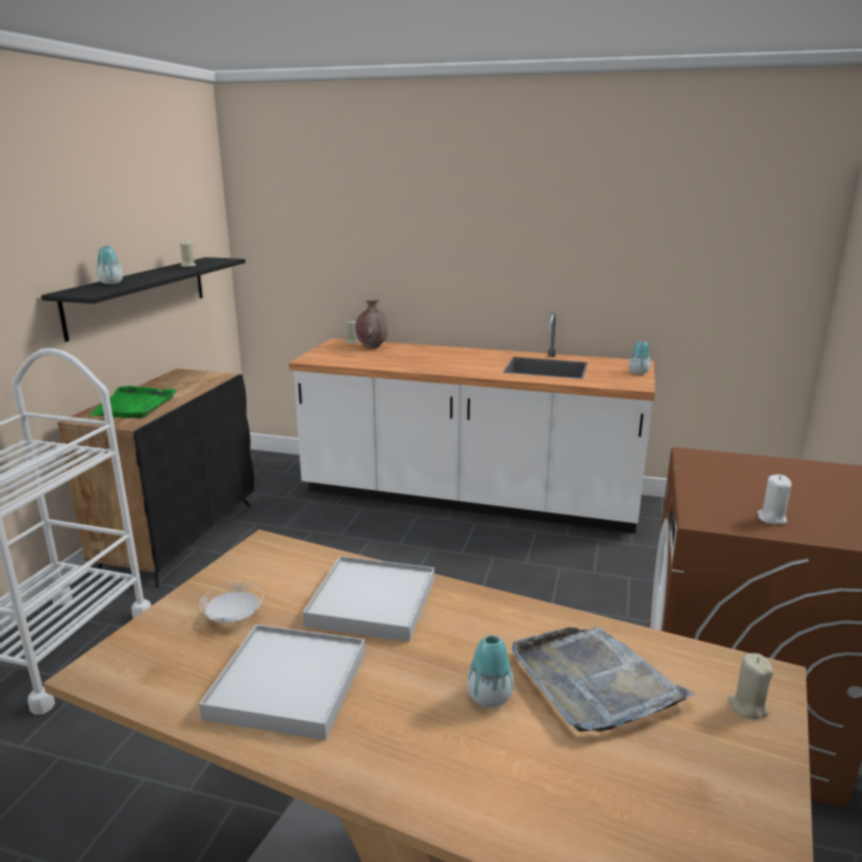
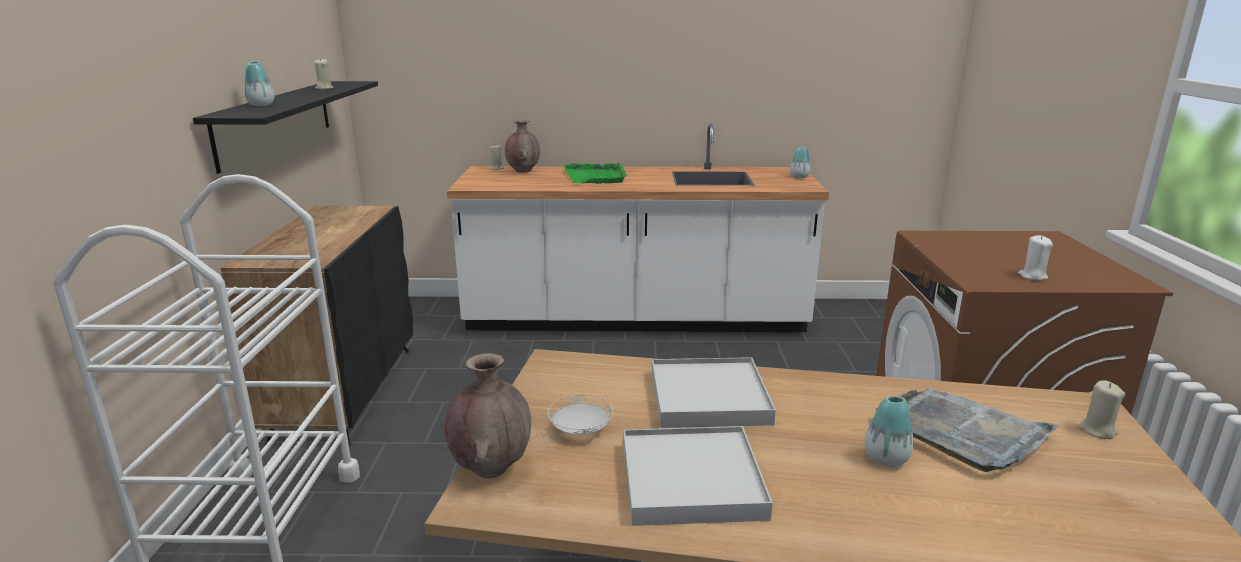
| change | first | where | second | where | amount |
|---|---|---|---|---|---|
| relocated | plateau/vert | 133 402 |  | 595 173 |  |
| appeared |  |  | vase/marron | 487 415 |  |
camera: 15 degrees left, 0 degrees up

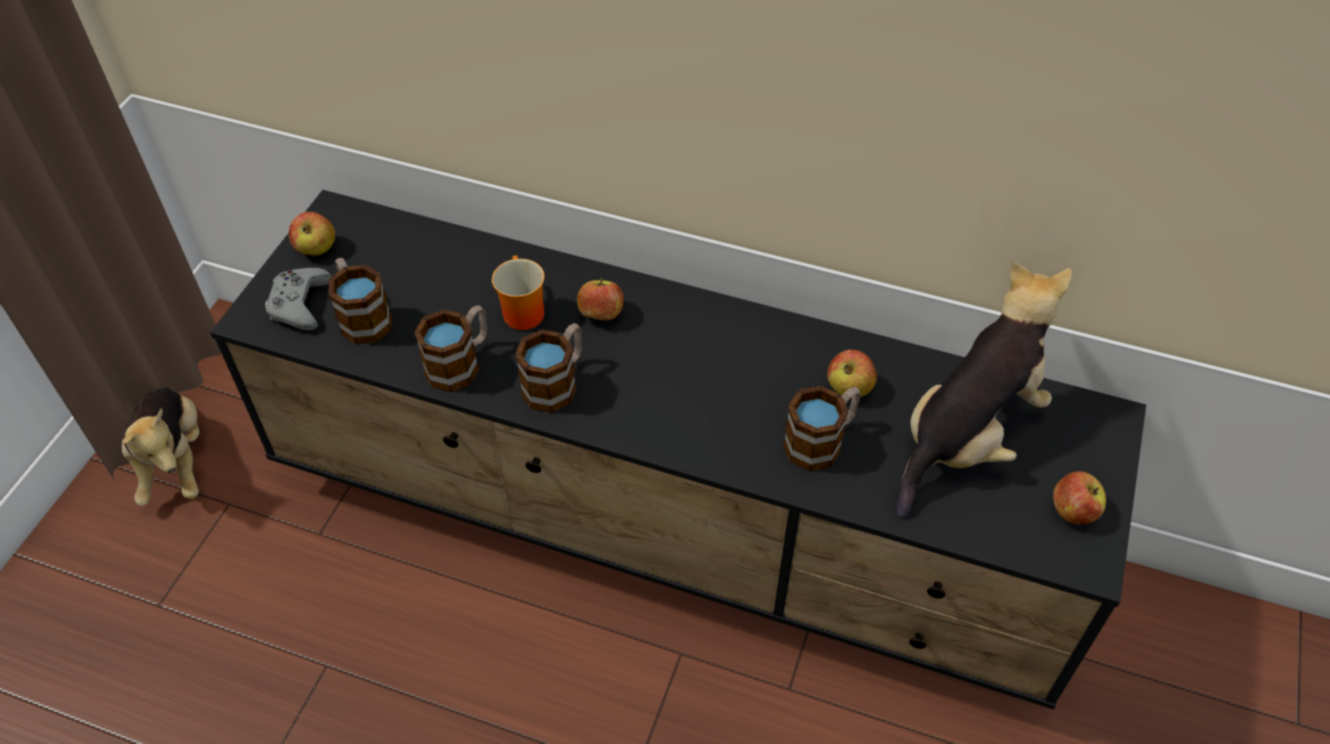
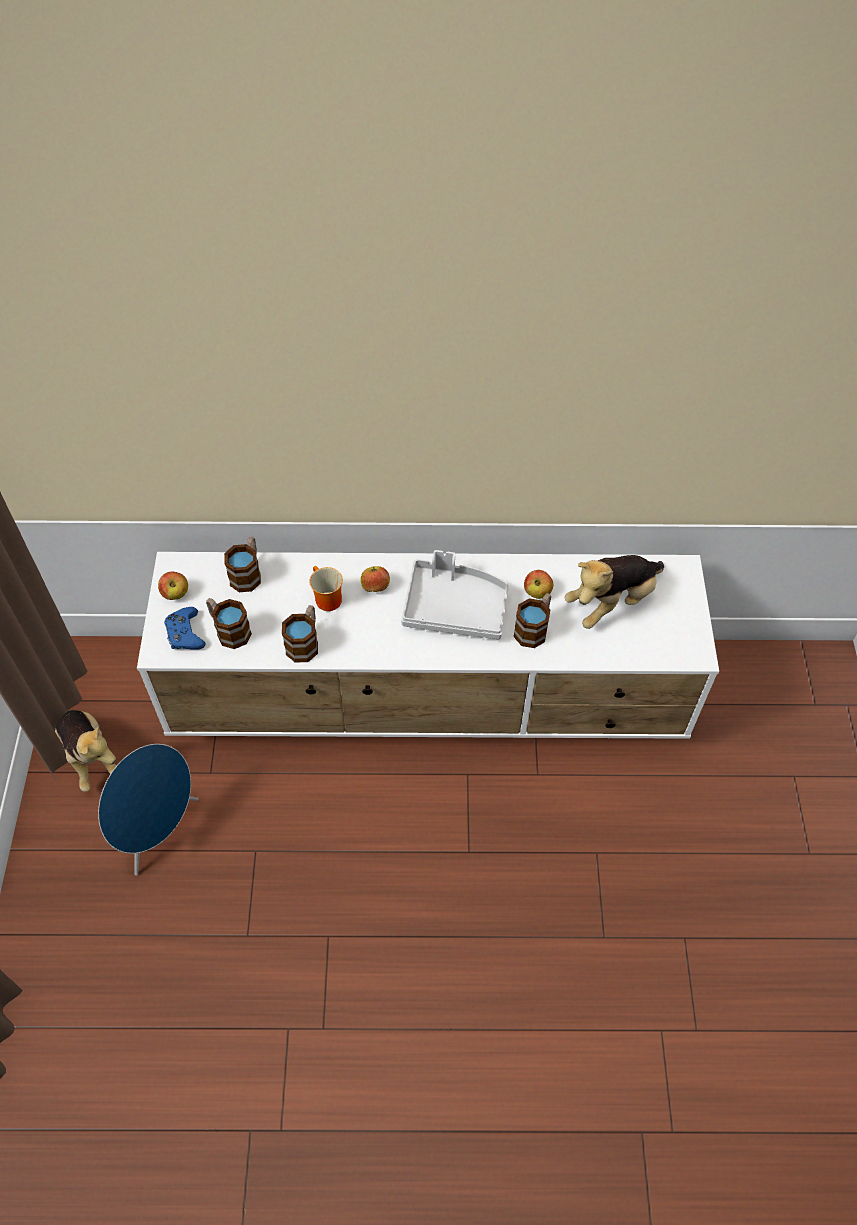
| change | first | where | second | where | amount |
|---|---|---|---|---|---|
| colour | meuble télé/noir | 678 450 | meuble télé/blanc | 428 645 |  |
| spun | peluche | 984 389 |  | 614 592 | 150 degrees counterclockwise |
| colour | manette/gris | 298 299 | manette/bleu | 185 628 |  |
| relocated | mug | 548 368 |  | 242 564 |  |
| missing | pomme | 1079 497 |  |  |  |
| appeared |  |  | plateau/gris | 455 594 |  |
| appeared |  |  | enceinte/bleu | 148 809 |  |
camera: 20 degrees left, 5 degrees up

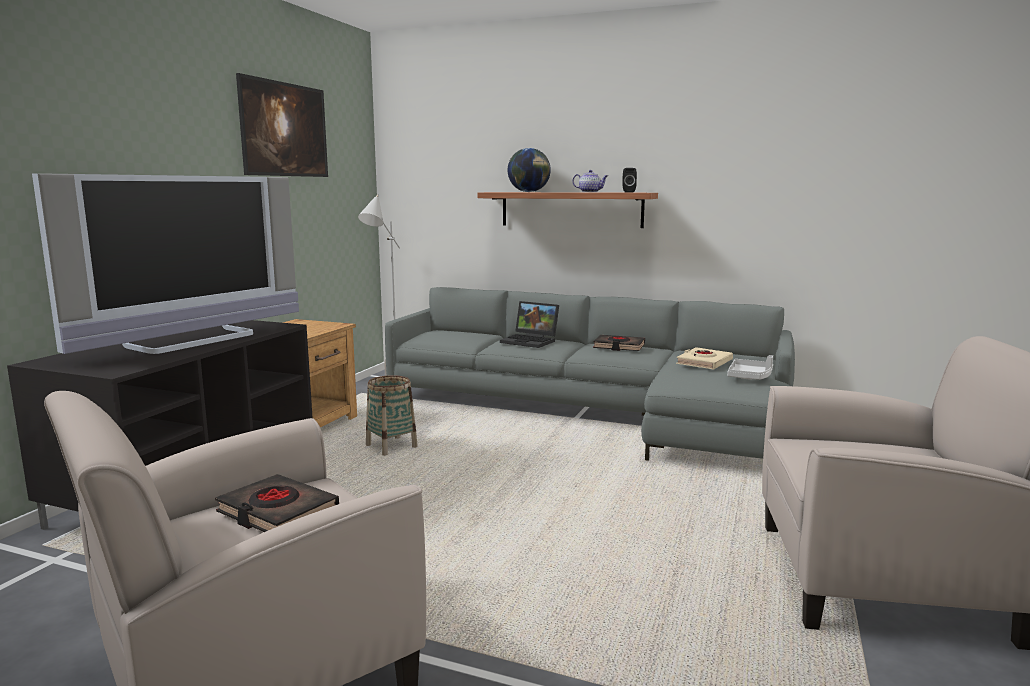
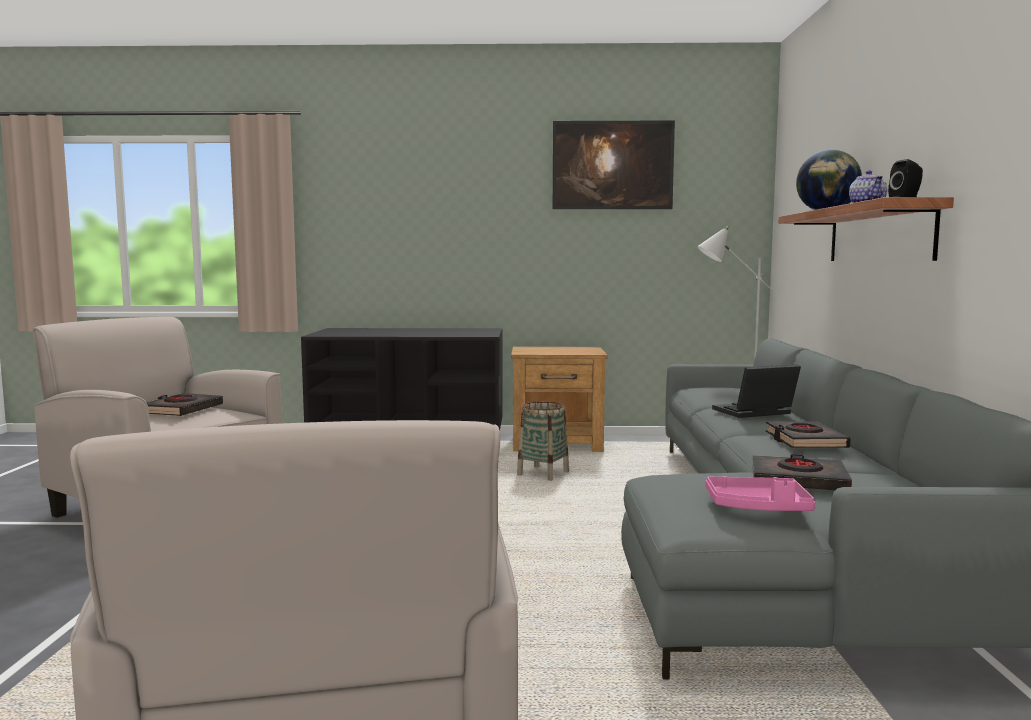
| change | first | where | second | where | amount |
|---|---|---|---|---|---|
| missing | téléviseur | 165 263 |  |  |  |
| spun | ordinateur portable | 529 324 |  | 756 391 | 60 degrees clockwise |
| colour | livre/beige | 704 358 | livre/noir | 802 472 |  |
| colour | plateau/gris | 750 367 | plateau/rose | 760 493 |  |
camera: 70 degrees right, 5 degrees down

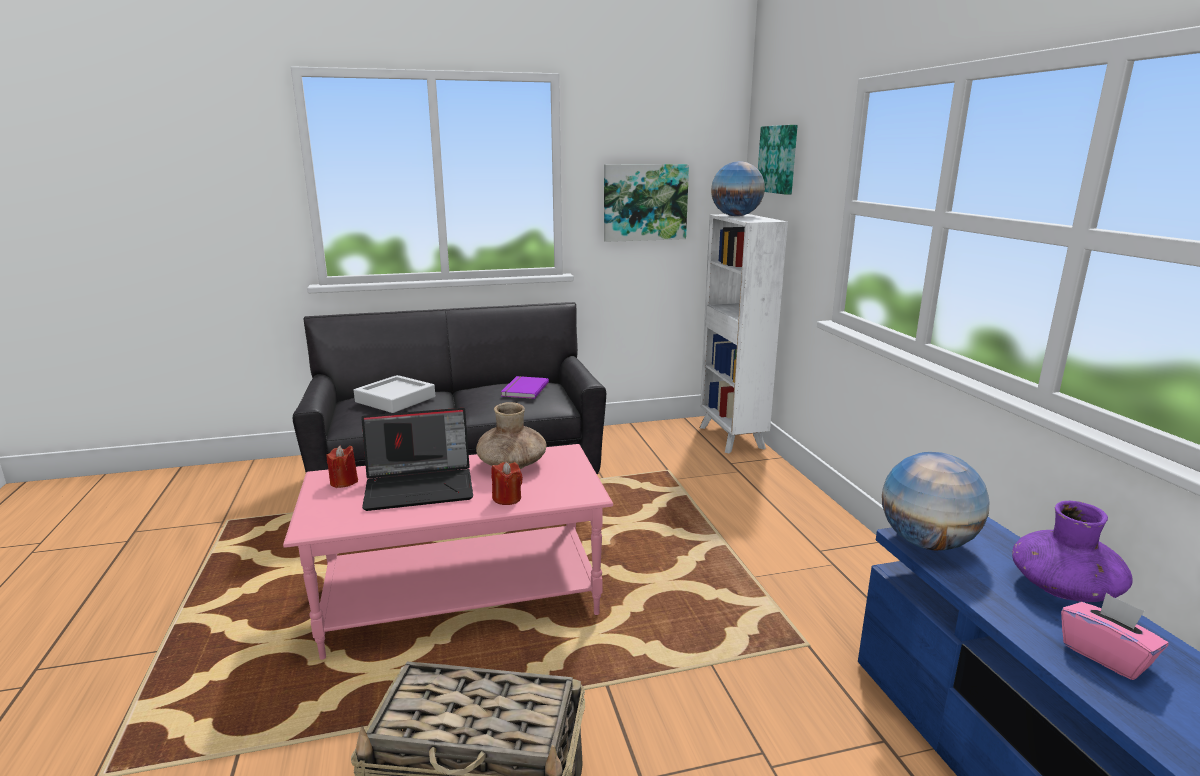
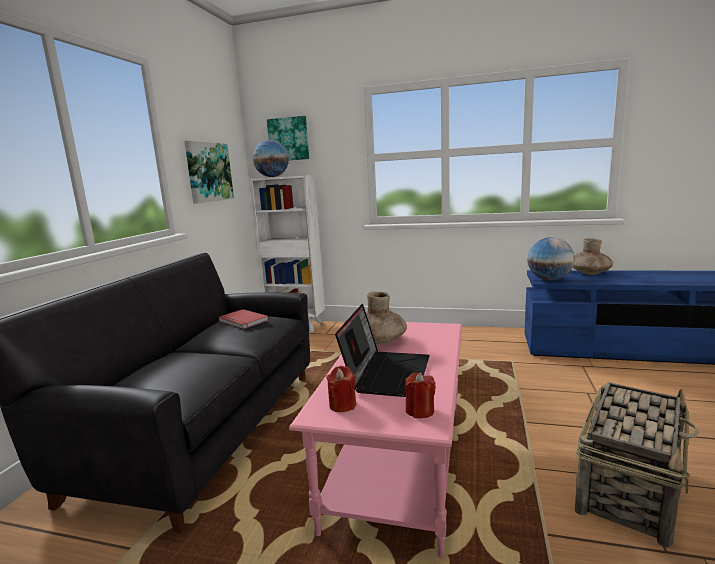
| change | first | where | second | where | amount |
|---|---|---|---|---|---|
| missing | plateau/gris | 394 394 |  |  |  |
| colour | livre/violet | 525 387 | livre/rouge | 243 319 |  |
| relocated | bougie/rouge | 507 483 |  | 420 395 |  |
| colour | vase/violet | 1072 551 | vase/marron | 593 256 |  |
| missing | boîte à mouchoirs/rose | 1115 636 |  |  |  |
camera: 60 degrees left, 5 degrees down

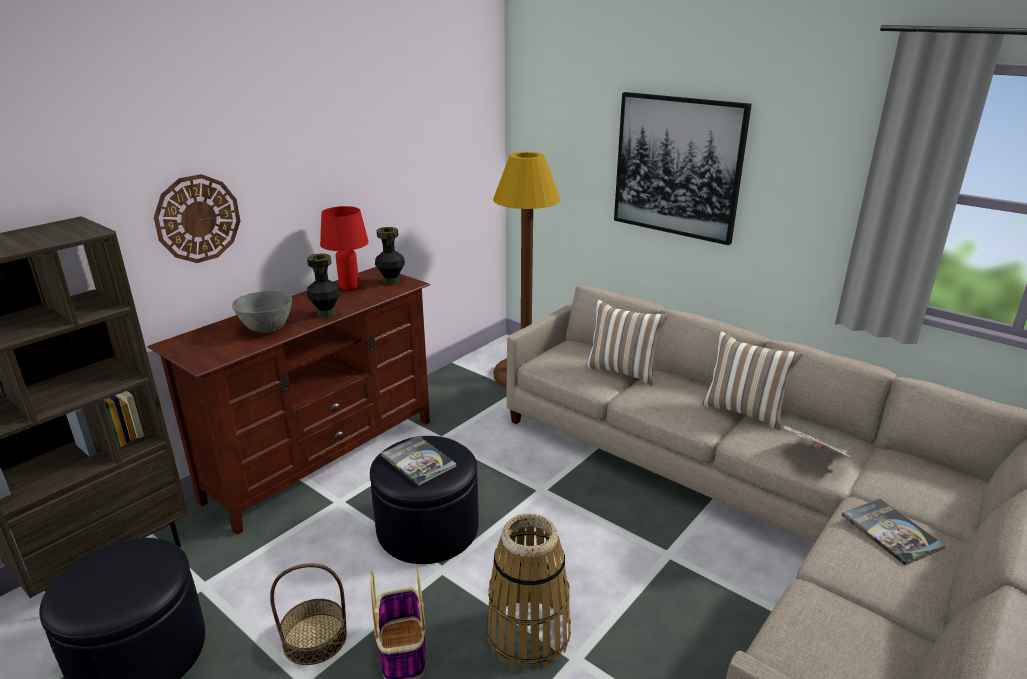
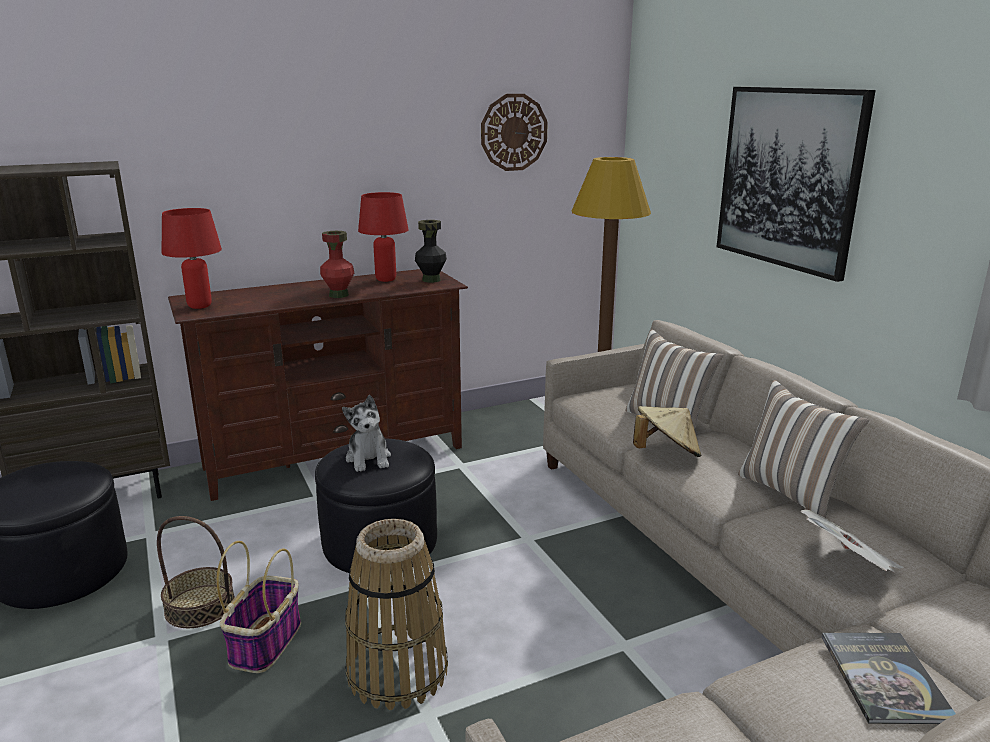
| change | first | where | second | where | amount |
|---|---|---|---|---|---|
| relocated | horloge murale | 197 218 |  | 514 132 |  |
| colour | vase/noir | 323 285 | vase/rouge | 337 264 |  |
| missing | bol/gris | 262 312 |  |  |  |
| exchanged | livre | 419 461 | peluche | 366 433 |  |
| appeared |  |  | lampe de table/rouge | 192 258 |  |
| appeared |  |  | chapeau/beige | 667 431 |  |
camera: 25 degrees right, 5 degrees down

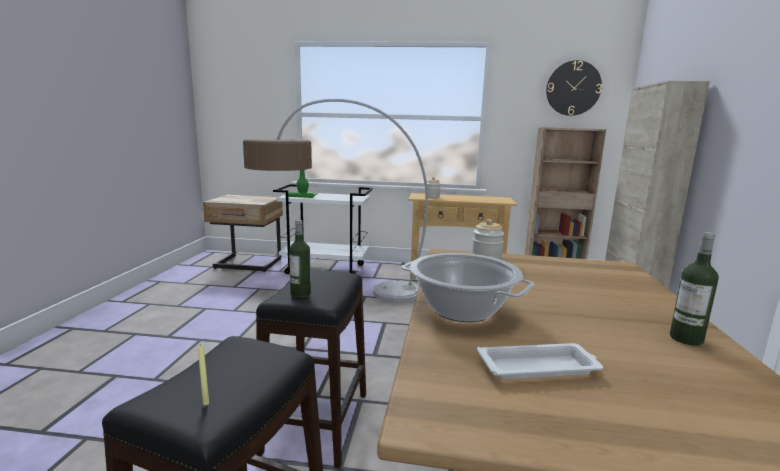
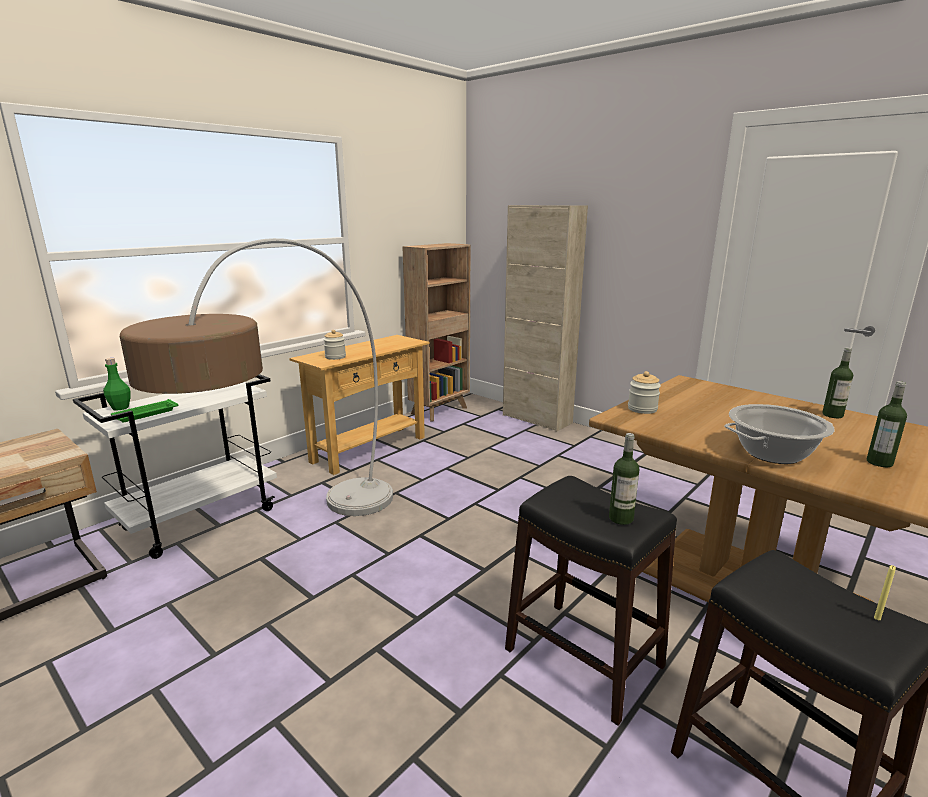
| change | first | where | second | where | amount |
|---|---|---|---|---|---|
| missing | horloge murale | 574 88 |  |  |  |
| exchanged | plateau/blanc | 540 361 | bouteille | 887 424 |  |
camera: 55 degrees left, 5 degrees up

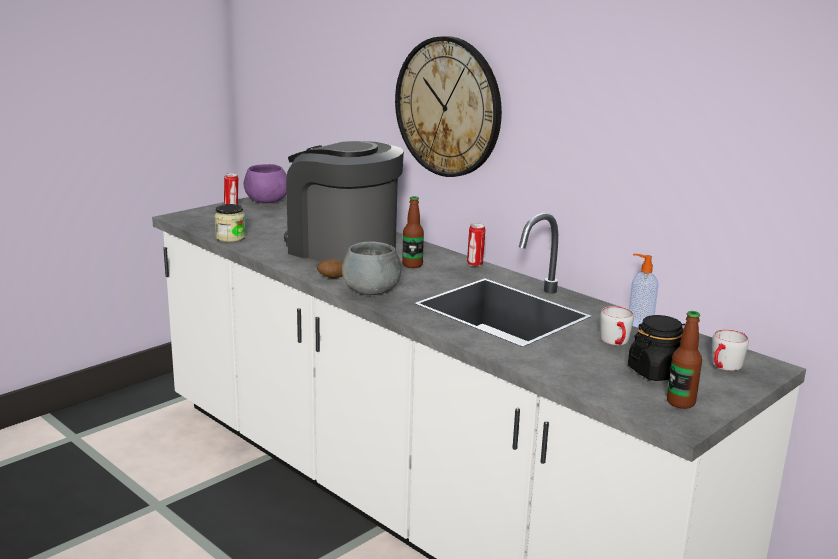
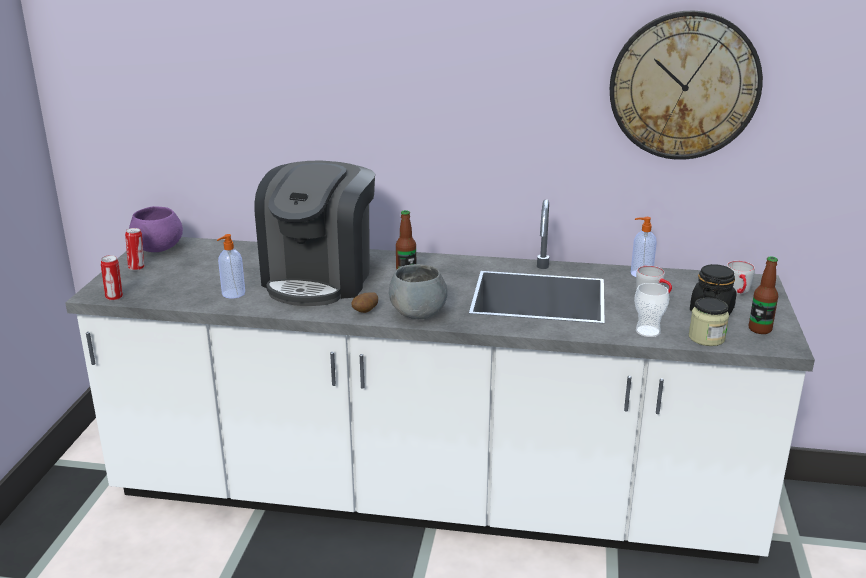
| change | first | where | second | where | amount |
|---|---|---|---|---|---|
| relocated | horloge murale | 448 106 |  | 686 85 |  |
| spun | machine à café | 344 201 |  | 314 233 | 75 degrees counterclockwise |
| relocated | bocal | 230 223 |  | 709 321 |  |
| relocated | boîte métallique | 476 245 |  | 112 278 |  |
| appeared |  |  | distributeur de savon | 231 266 |  |
| appeared |  |  | tasse | 651 310 |  |
camera: 35 degrees left, 5 degrees up

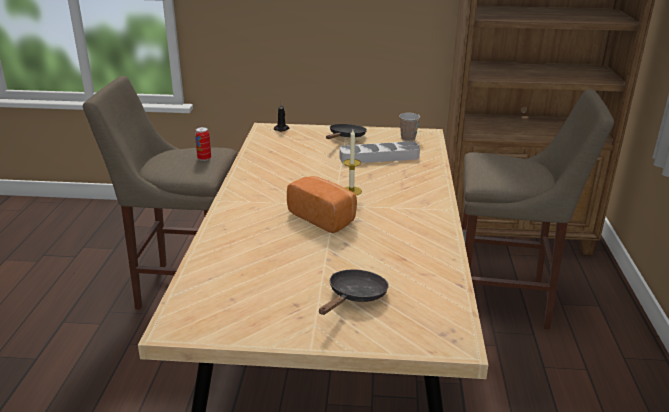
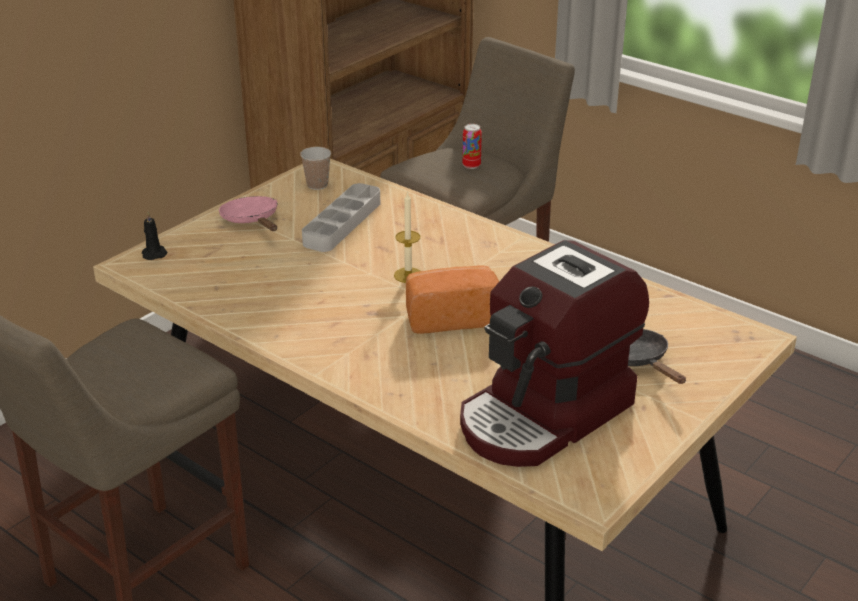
| change | first | where | second | where | amount |
|---|---|---|---|---|---|
| colour | poêle/noir | 346 131 | poêle/rose | 248 213 |  |
| relocated | boîte métallique | 203 144 |  | 472 146 |  |
| appeared |  |  | machine à café | 554 353 |  |
camera: 55 degrees left, 5 degrees up

